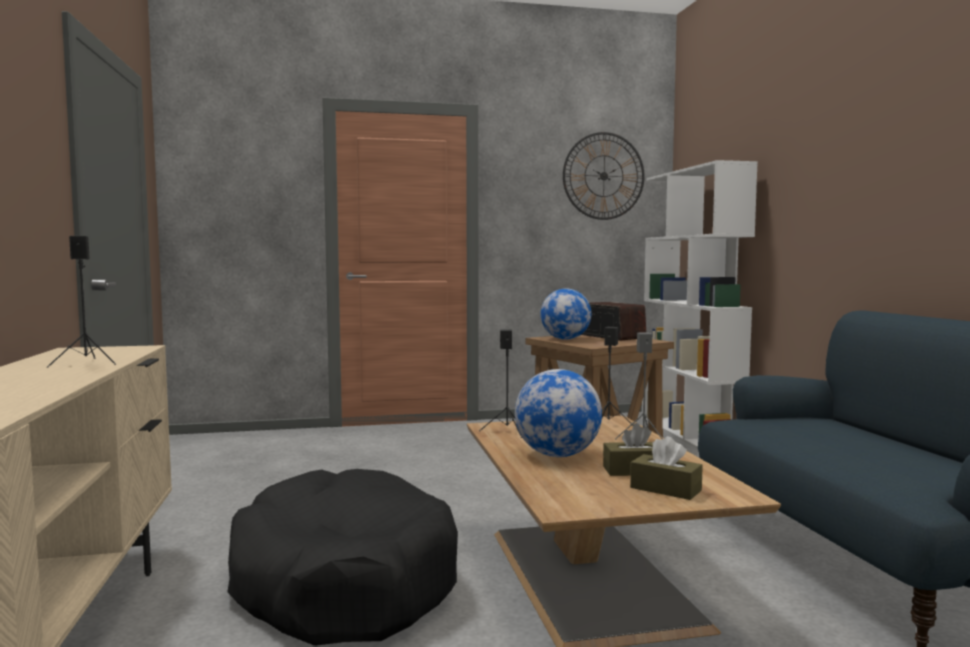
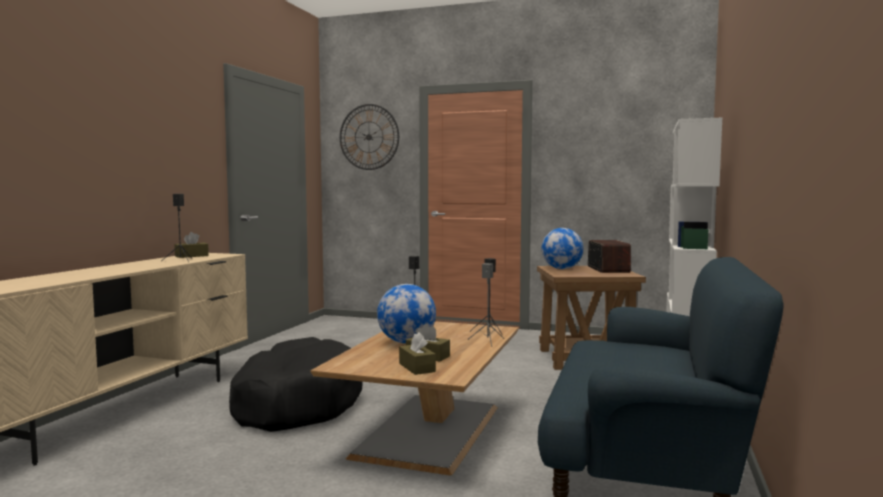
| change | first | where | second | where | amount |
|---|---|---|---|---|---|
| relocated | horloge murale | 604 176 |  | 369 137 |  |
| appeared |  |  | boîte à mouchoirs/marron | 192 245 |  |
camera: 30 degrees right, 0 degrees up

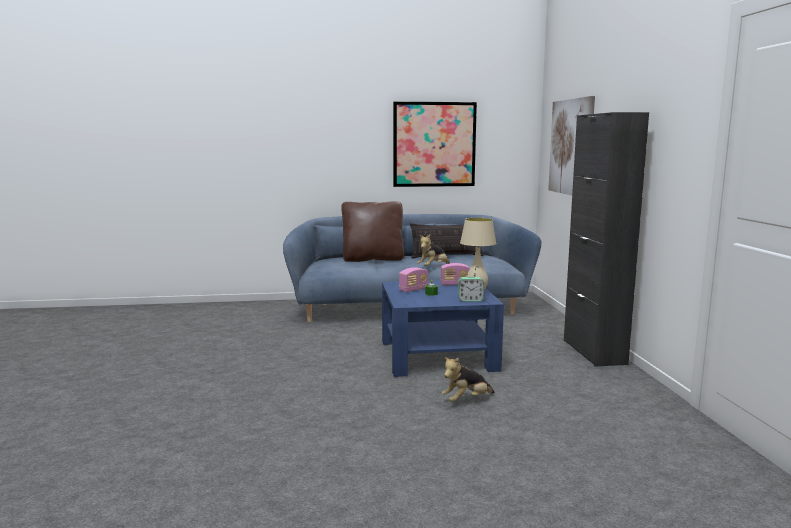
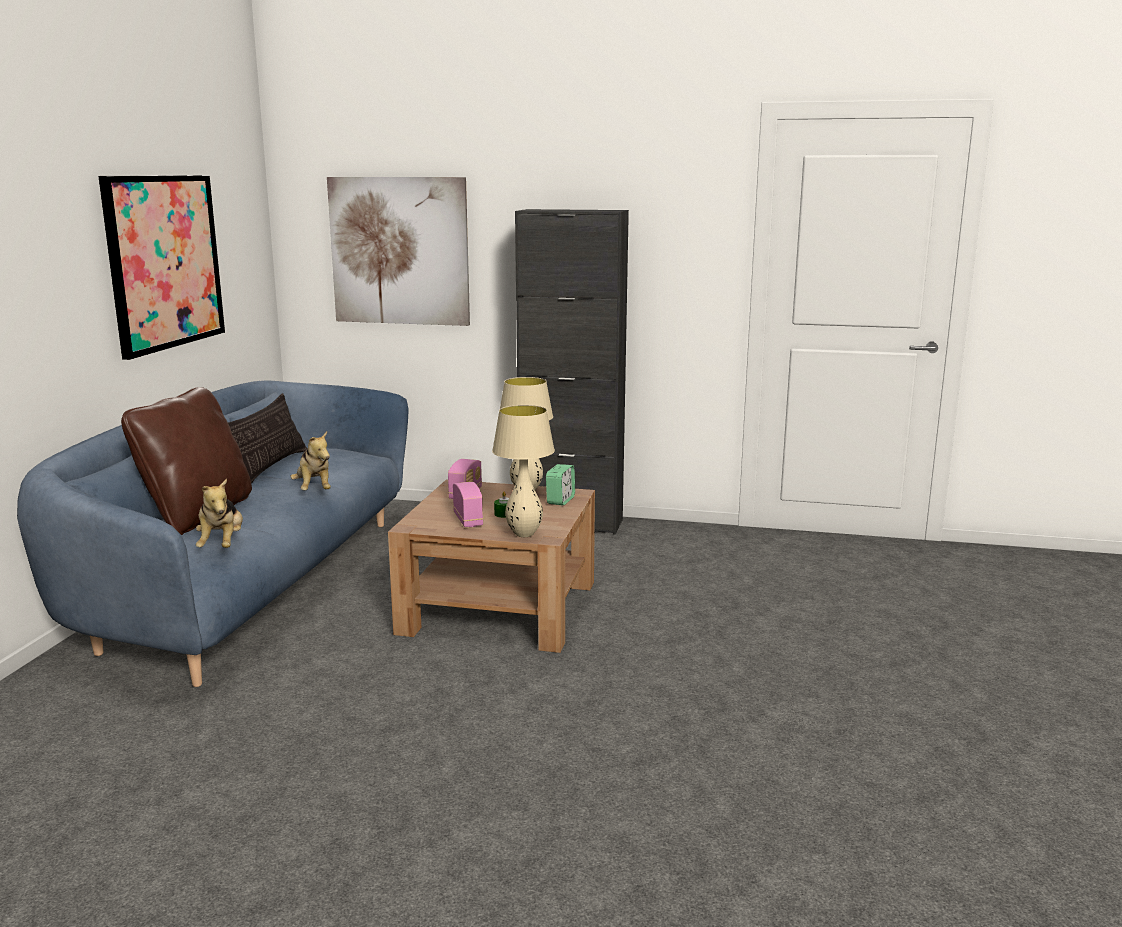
| change | first | where | second | where | amount |
|---|---|---|---|---|---|
| colour | table basse/bleu | 443 328 | table basse/marron | 491 566 |  |
| relocated | peluche | 468 379 |  | 219 513 |  |
| appeared |  |  | lampe de table/beige | 523 471 |  |
camera: 70 degrees left, 5 degrees up

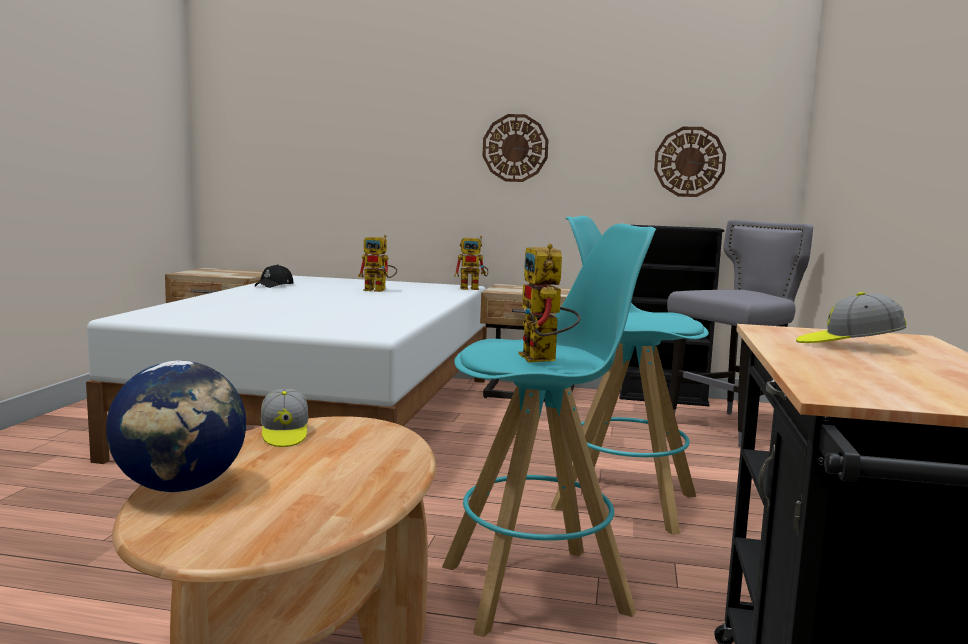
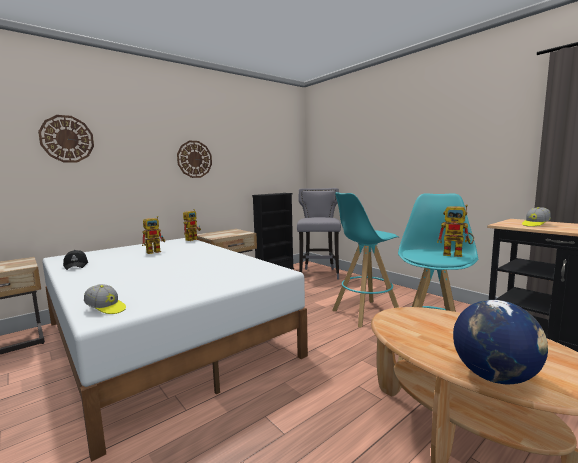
| change | first | where | second | where | amount |
|---|---|---|---|---|---|
| relocated | horloge murale | 690 162 |  | 66 138 |  |
| relocated | casquette | 284 418 |  | 105 299 |  |
camera: 50 degrees left, 0 degrees up

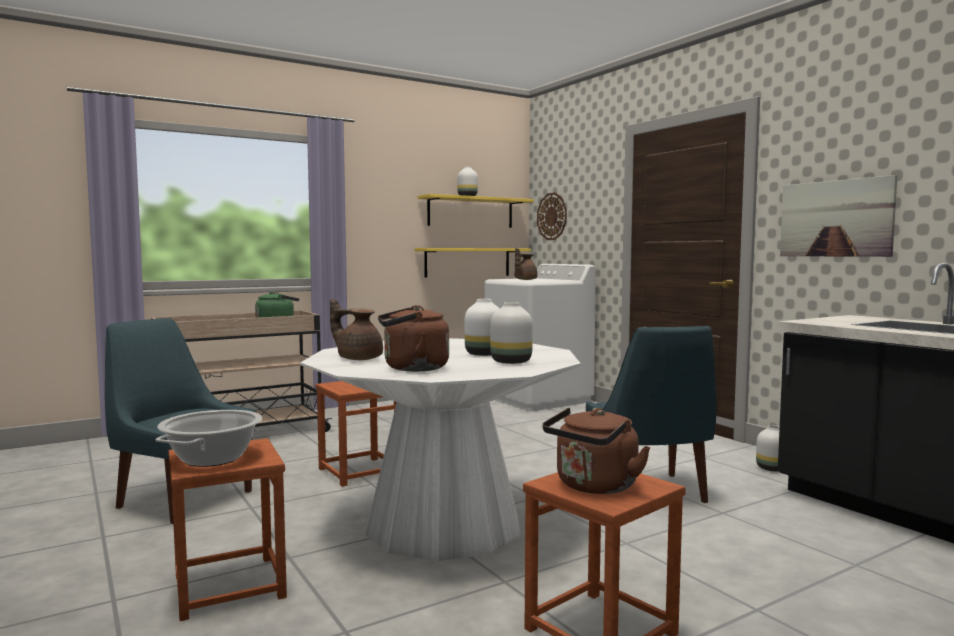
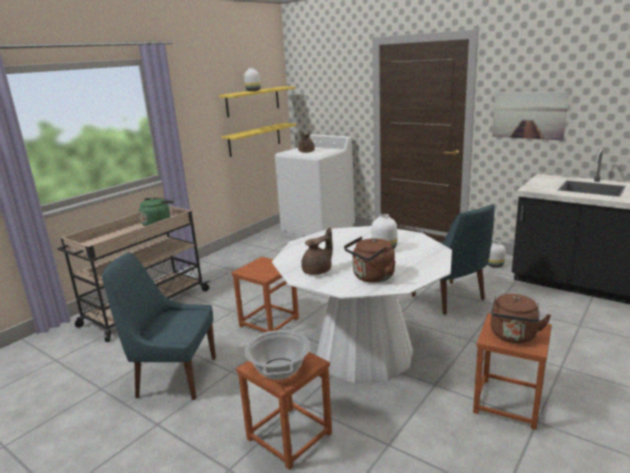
| change | first | where | second | where | amount |
|---|---|---|---|---|---|
| missing | horloge murale | 552 216 |  |  |  |
| spun | théière/marron | 356 329 |  | 317 251 | 135 degrees clockwise |
| missing | vase/blanc | 511 333 |  |  |  |
camera: 20 degrees left, 15 degrees up

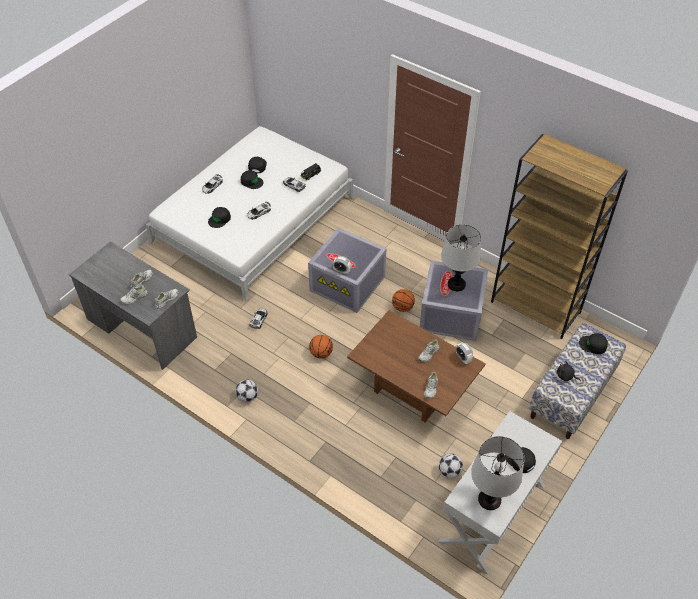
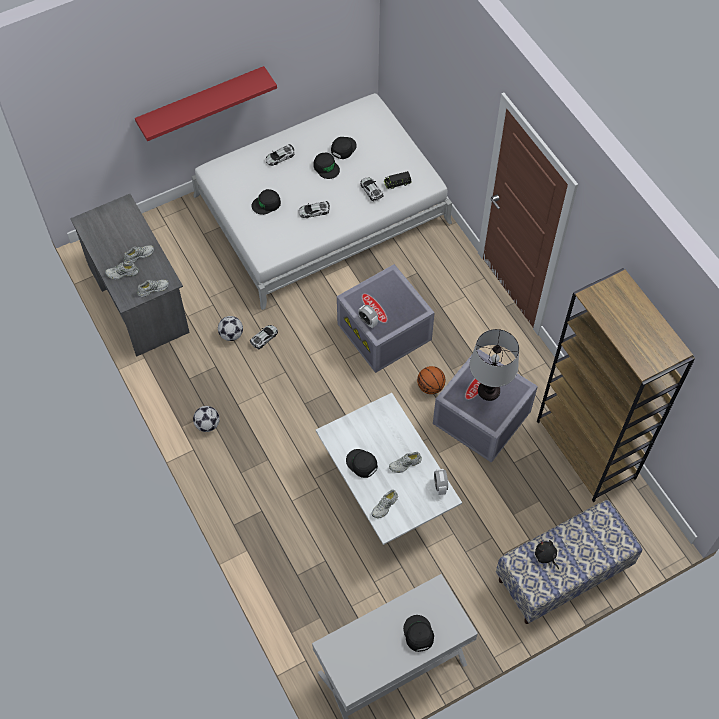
| change | first | where | second | where | amount |
|---|---|---|---|---|---|
| colour | table basse/marron | 416 366 | table basse/blanc | 389 469 |  |
| relocated | casquette/noir | 593 343 |  | 362 463 |  |
| missing | ballon de basket | 321 347 |  |  |  |
| missing | lampe de table | 497 473 |  |  |  |
| relocated | ballon de foot | 451 465 |  | 230 328 |  |
| appeared |  |  | étagère/rouge | 206 103 |  |
camera: 25 degrees right, 10 degrees up

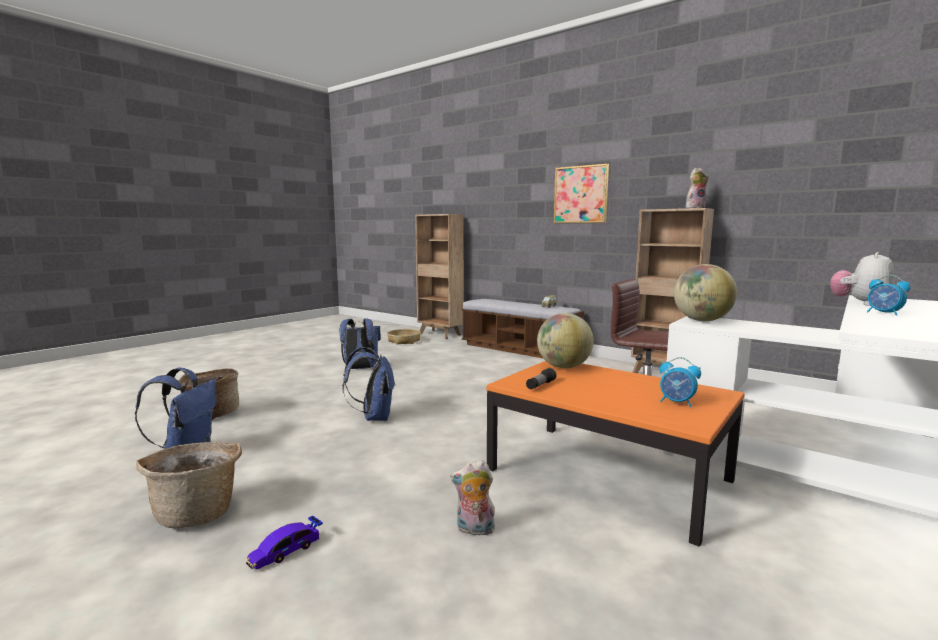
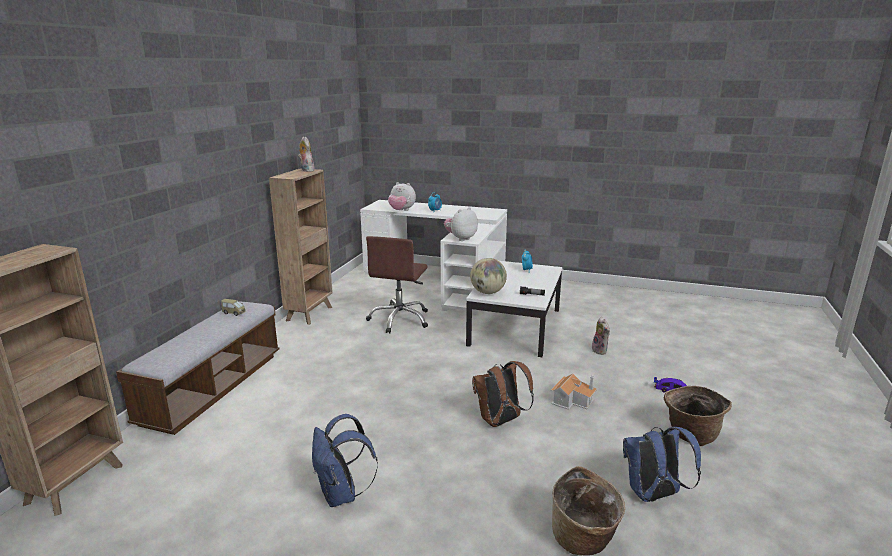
| change | first | where | second | where | amount |
|---|---|---|---|---|---|
| missing | tableau | 581 193 |  |  |  |
| exchanged | globe | 705 292 | peluche | 461 224 |  |
| missing | panier | 404 336 |  |  |  |
| colour | sac à dos/bleu | 368 384 | sac à dos/marron | 503 394 |  |
| colour | table basse/orange | 615 453 | table basse/blanc | 514 309 |  |
| appeared |  |  | maison miniature | 574 392 |  |
camera: 110 degrees left, 10 degrees up

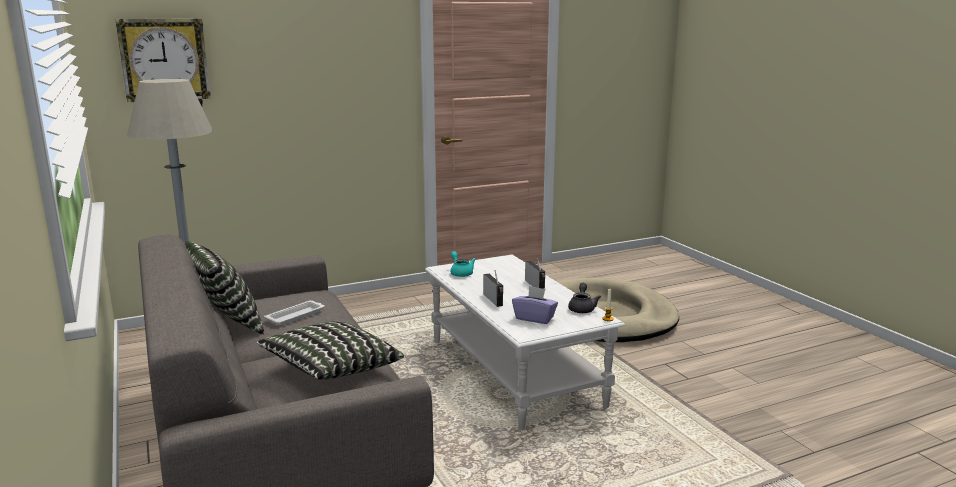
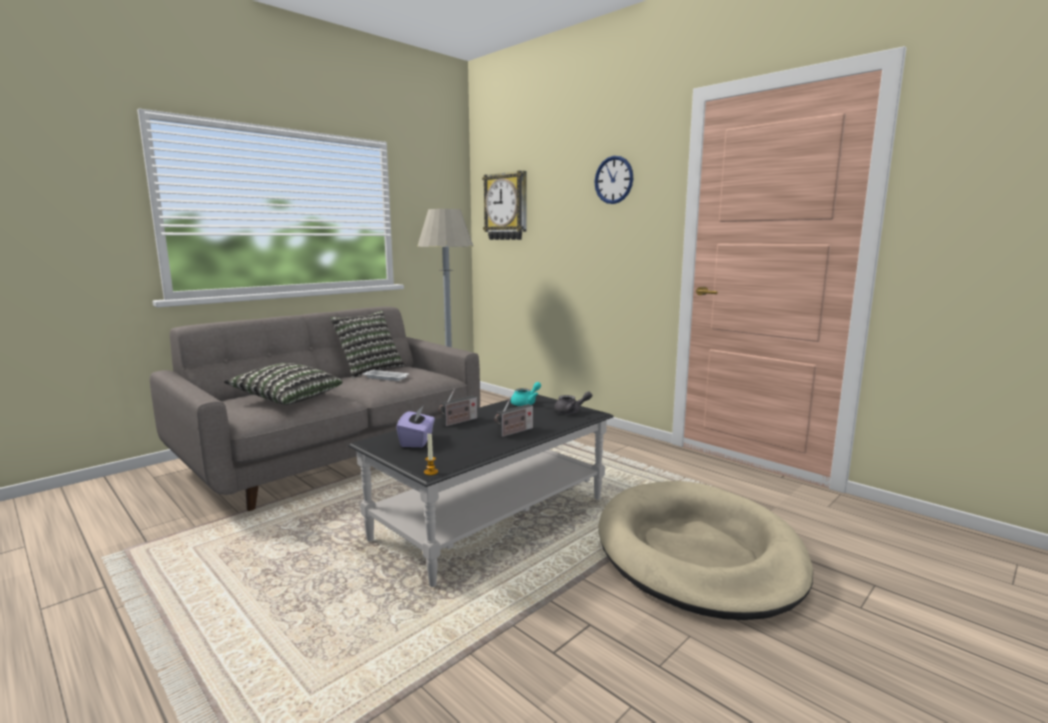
| change | first | where | second | where | amount |
|---|---|---|---|---|---|
| colour | table basse/blanc | 525 343 | table basse/noir | 481 491 |  |
| relocated | théière/gris | 584 298 |  | 573 402 |  |
| appeared |  |  | horloge murale | 613 180 |  |
camera: 70 degrees right, 5 degrees down

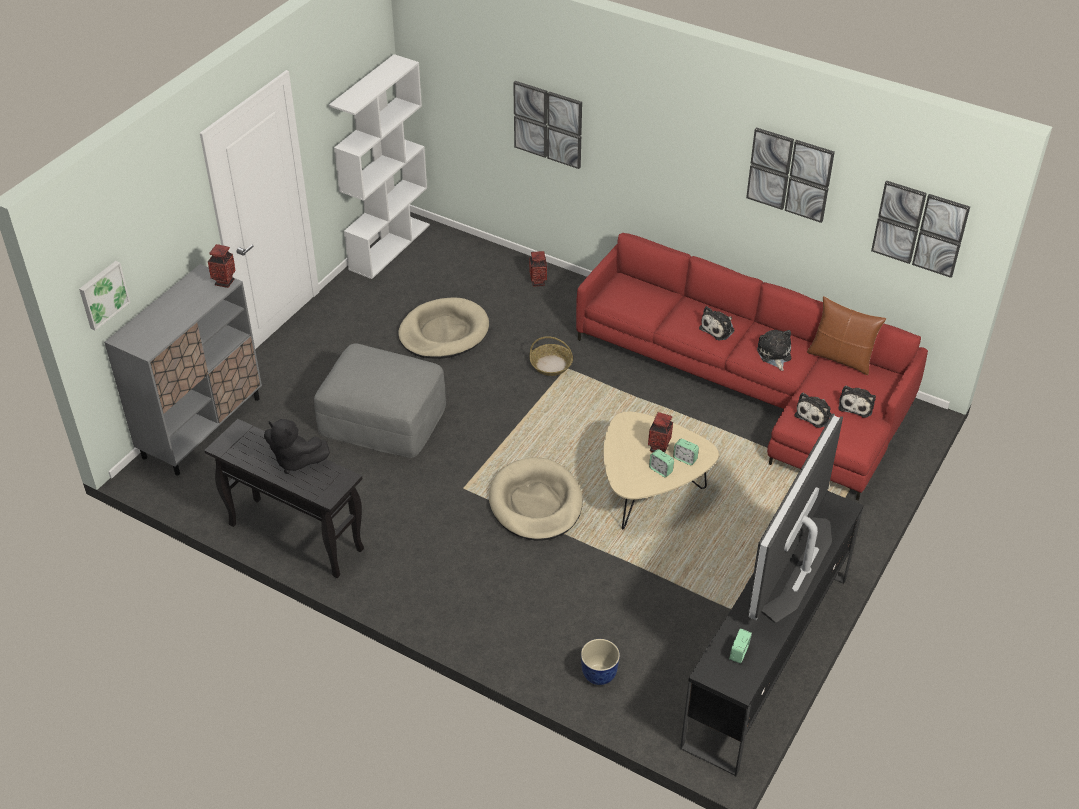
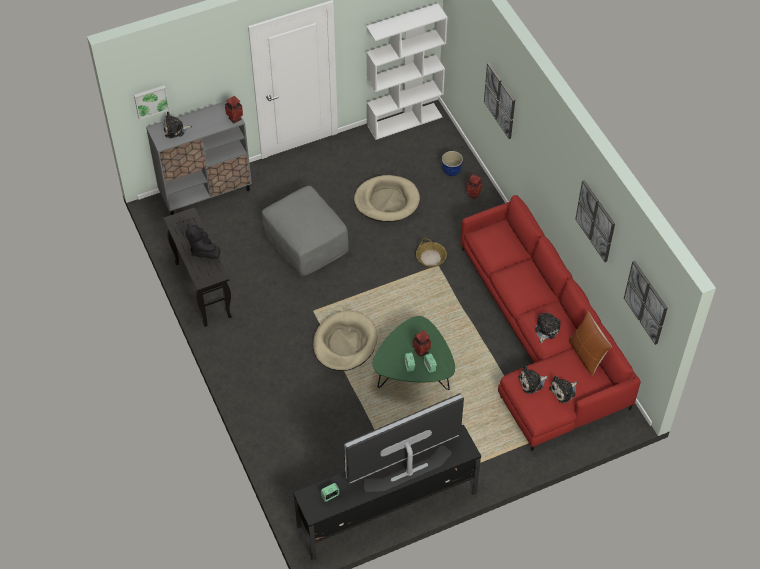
| change | first | where | second | where | amount |
|---|---|---|---|---|---|
| relocated | peluche | 717 323 |  | 178 125 |  |
| colour | table basse/beige | 661 471 | table basse/vert | 414 353 |  |
| relocated | cache-pot | 600 662 |  | 452 163 |  |
camera: 35 degrees right, 10 degrees up

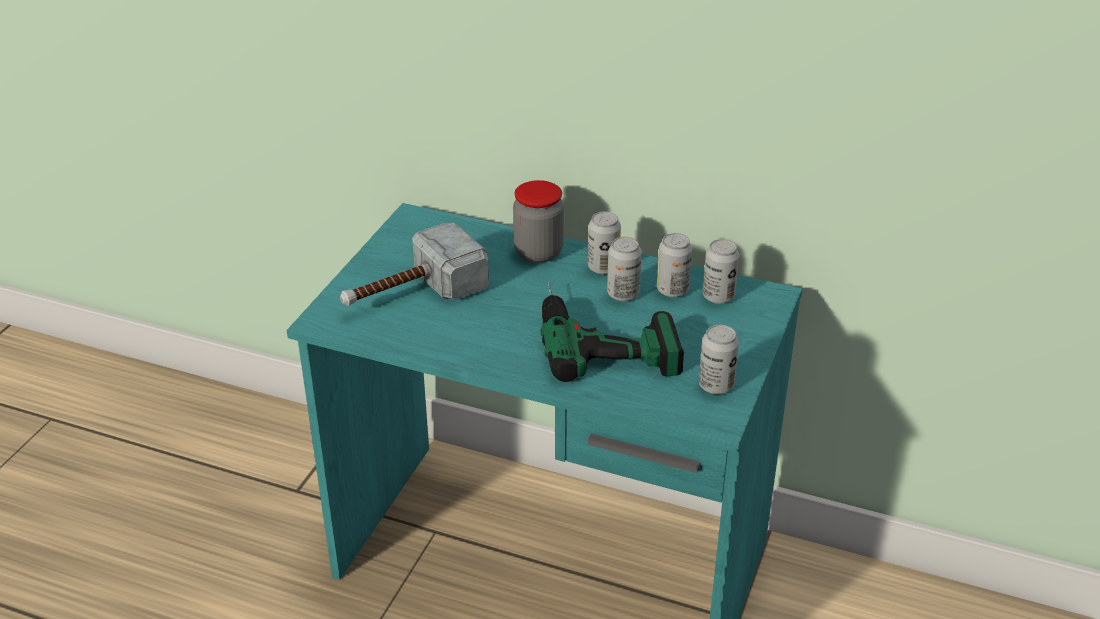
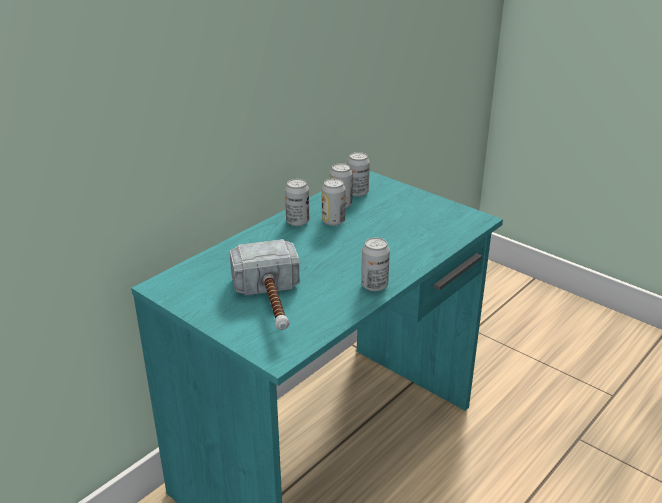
| change | first | where | second | where | amount |
|---|---|---|---|---|---|
| missing | bocal | 538 221 |  |  |  |
| missing | perceuse | 612 332 |  |  |  |
| relocated | boîte métallique | 719 359 |  | 375 264 |  |
camera: 70 degrees left, 5 degrees down

